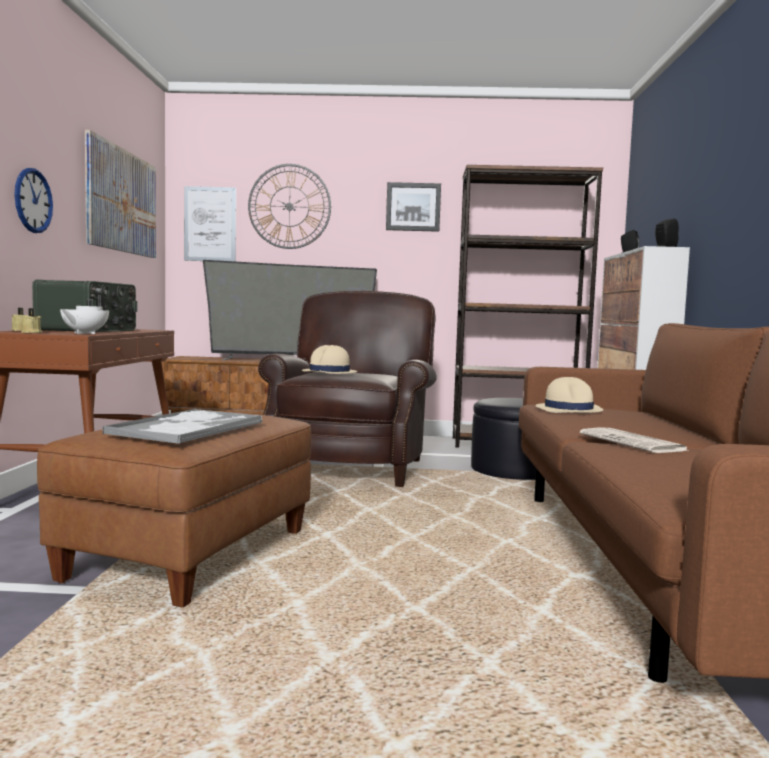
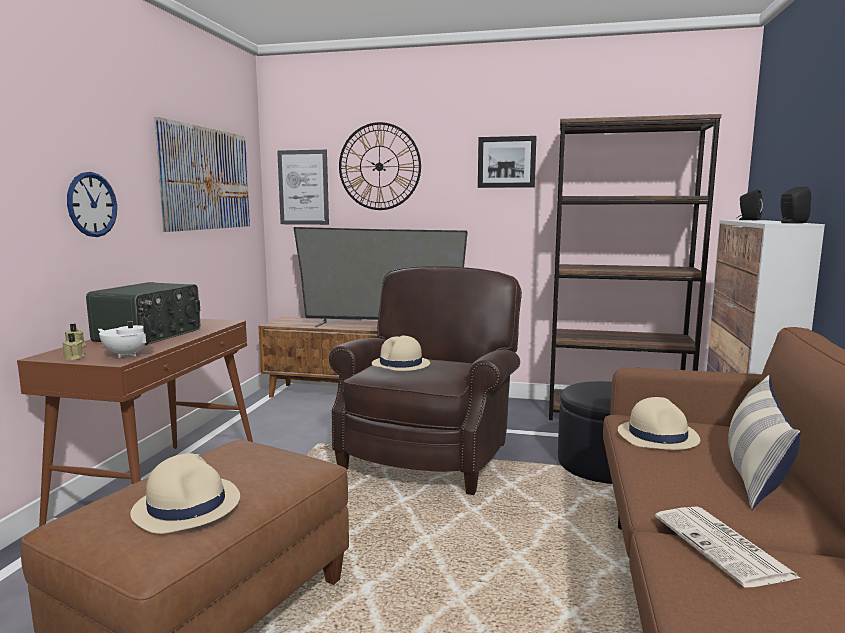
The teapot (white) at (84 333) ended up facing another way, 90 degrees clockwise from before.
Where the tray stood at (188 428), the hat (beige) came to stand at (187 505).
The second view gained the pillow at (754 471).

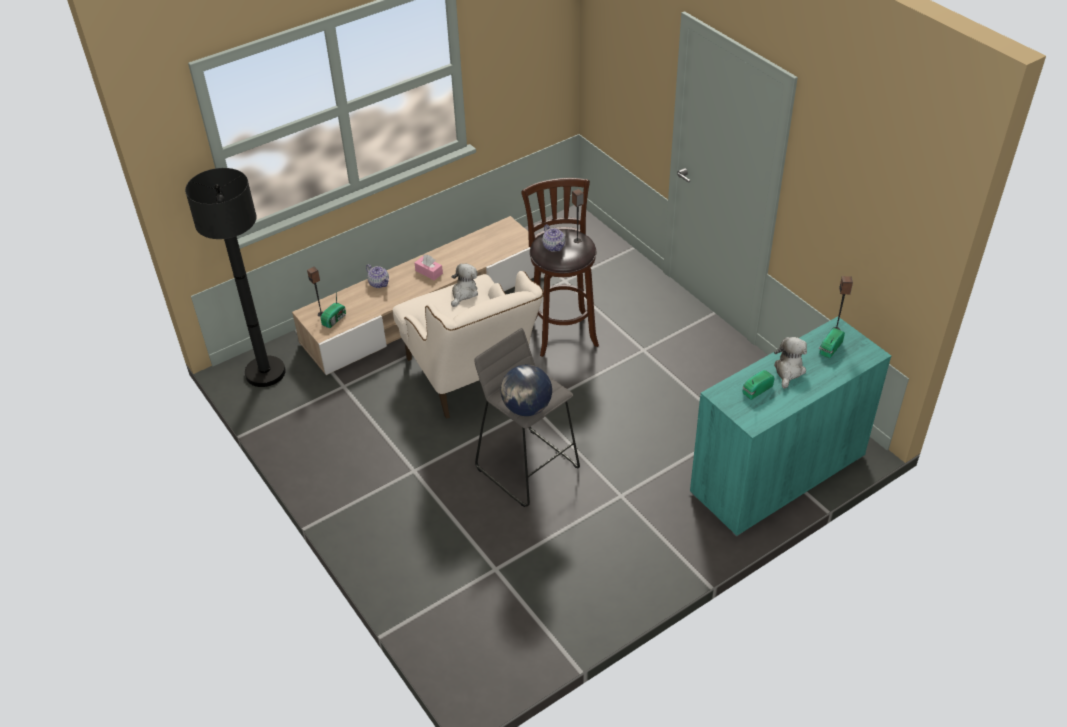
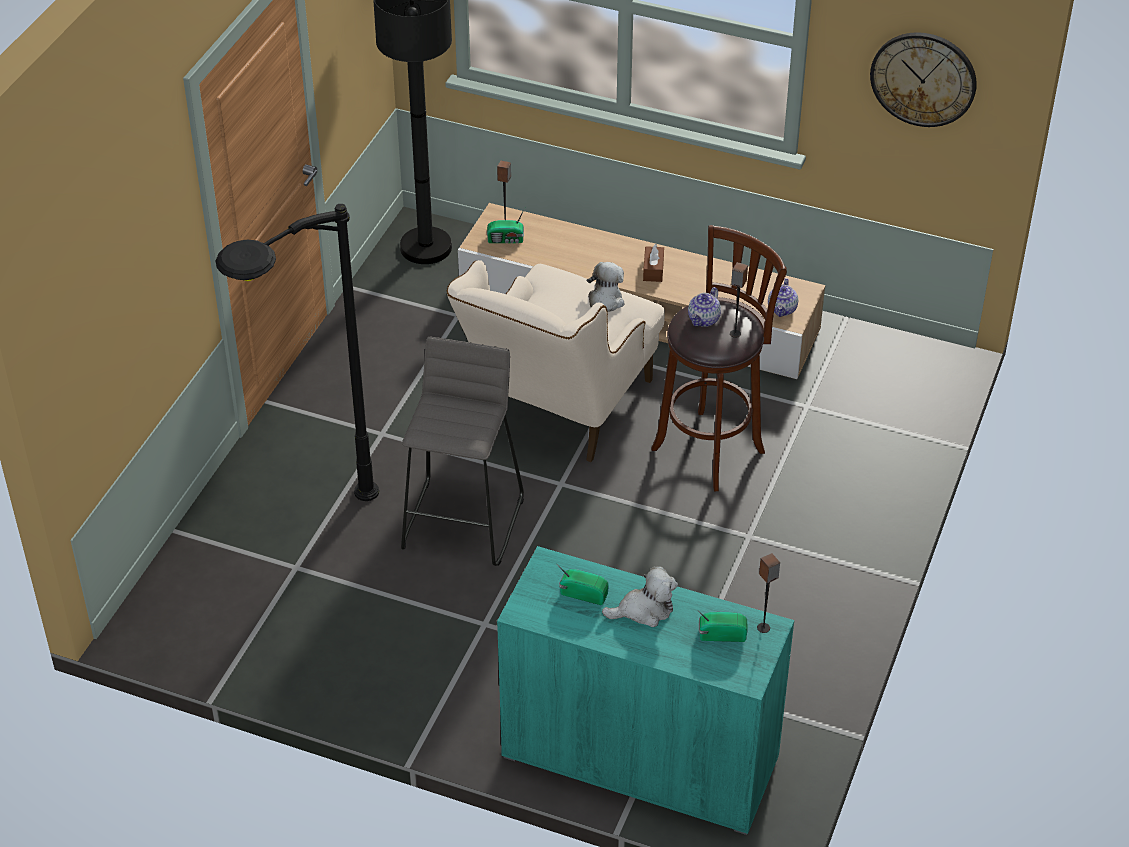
The second view gained the floor lamp (black) at (308 535).
The plush toy at (464 293) ended up facing another way, 60 degrees counterclockwise from before.
What was the tissue box (pink) at (429 272) turned into the tissue box (brown) at (653 270).
The teapot ended up elsewhere, having gone from (379 283) to (782 309).
The second view gained the wall clock at (923 78).
The second view lost the globe at (526 408).

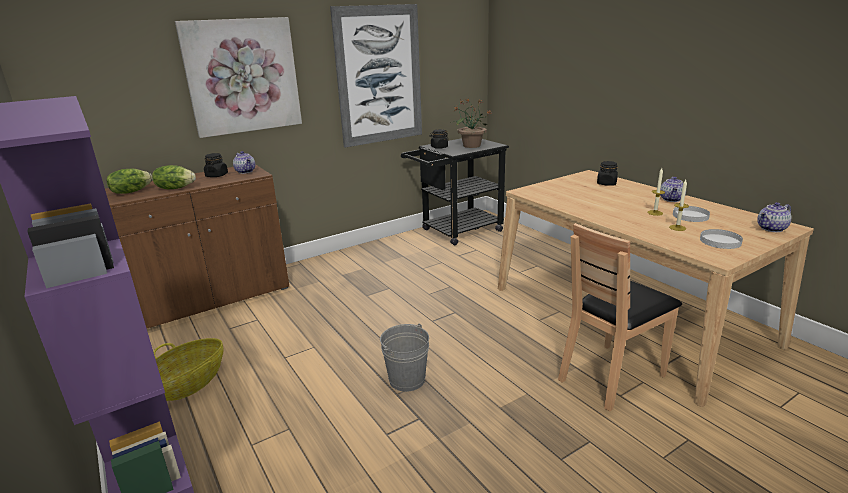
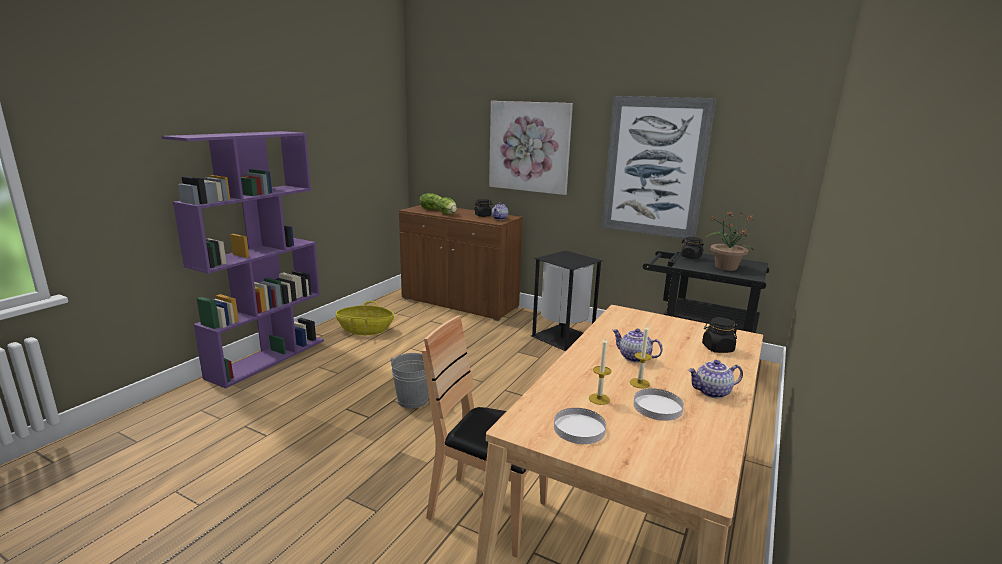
The second view gained the trash can (black) at (564 337).
The teapot ended up elsewhere, having gone from (772 229) to (634 358).

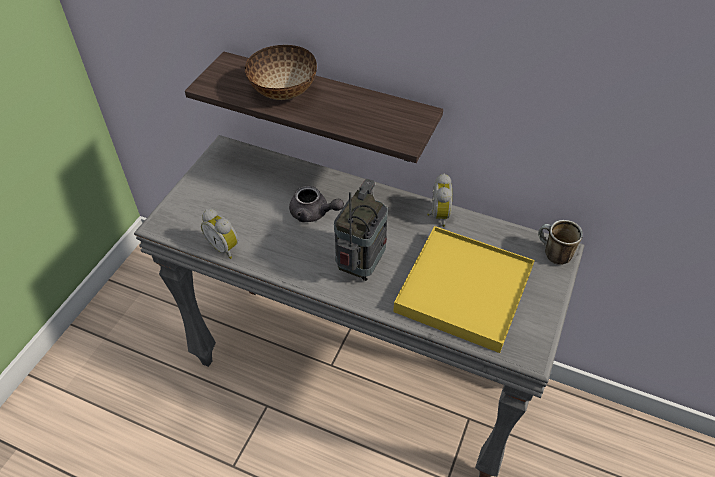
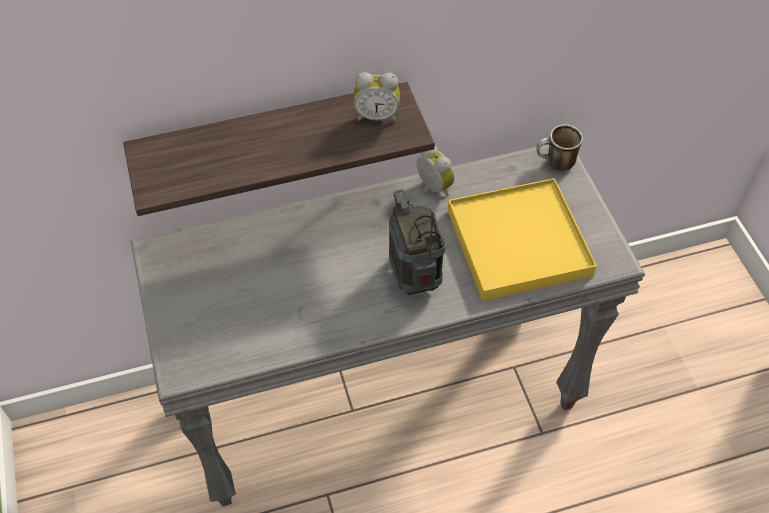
The alarm clock ended up elsewhere, having gone from (225 247) to (377 116).
The second view lost the bowl at (282 92).
The second view lost the teapot (grey) at (314 213).

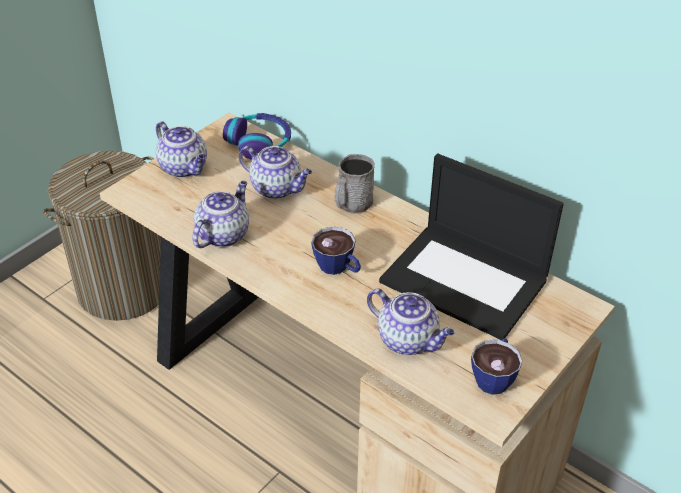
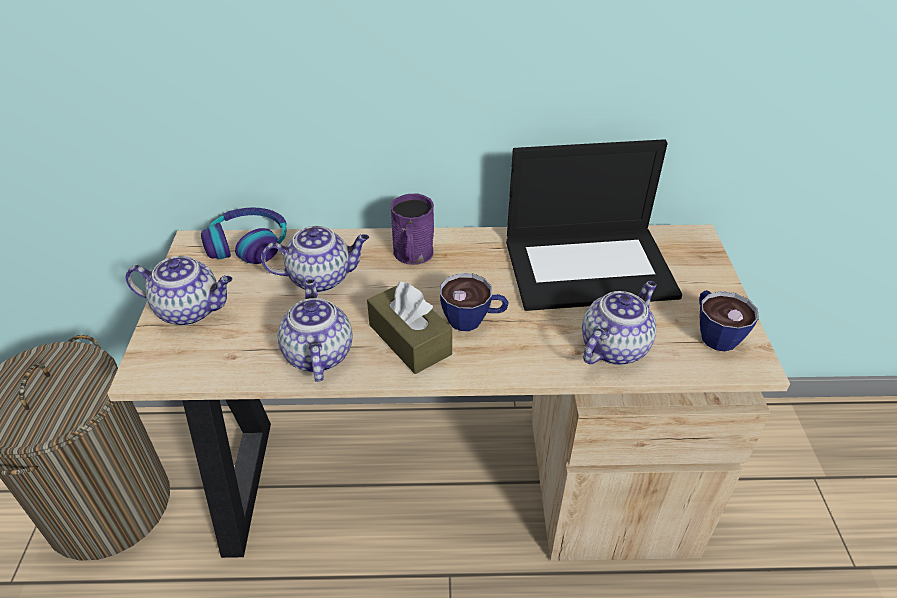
The second view gained the tissue box (brown) at (410 339).
What was the mug (grey) at (351 205) turned into the mug (purple) at (413 255).
The teapot at (409 340) ended up facing another way, 45 degrees counterclockwise from before.

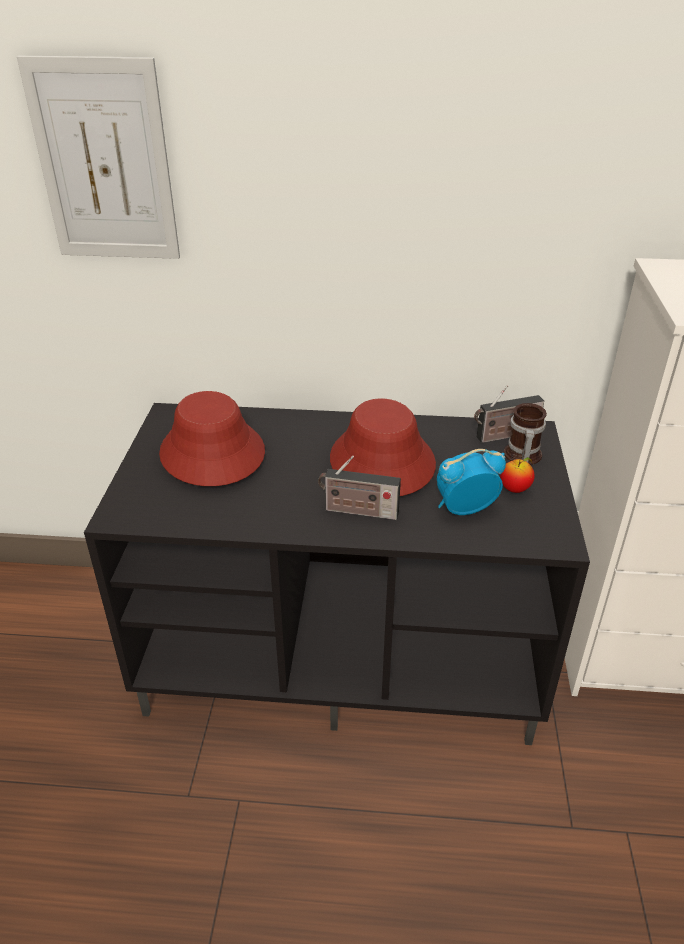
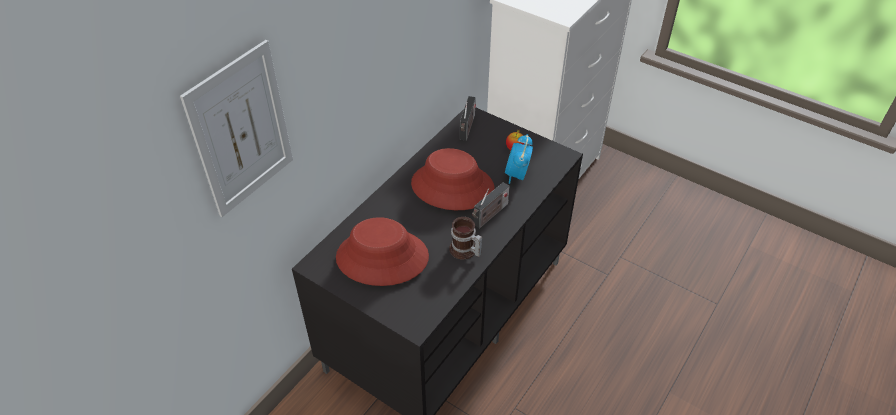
The mug ended up elsewhere, having gone from (521 456) to (464 251).

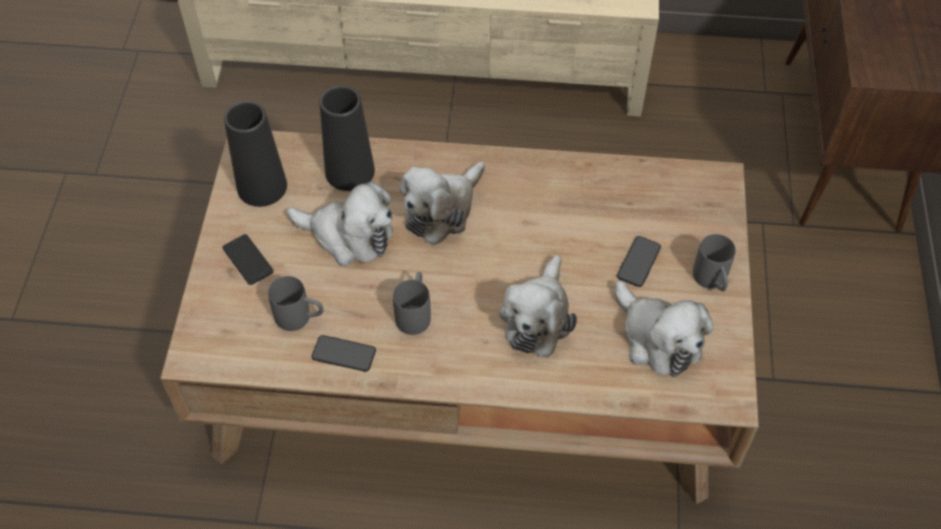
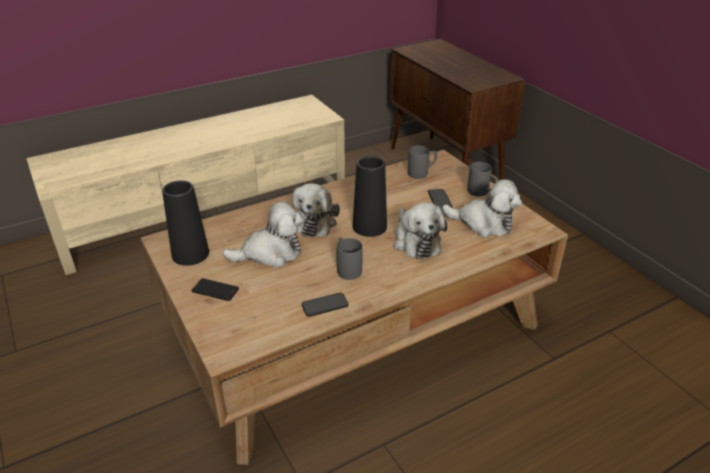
The vase (black) ended up elsewhere, having gone from (350 171) to (369 226).
The mug (grey) ended up elsewhere, having gone from (300 318) to (422 173).

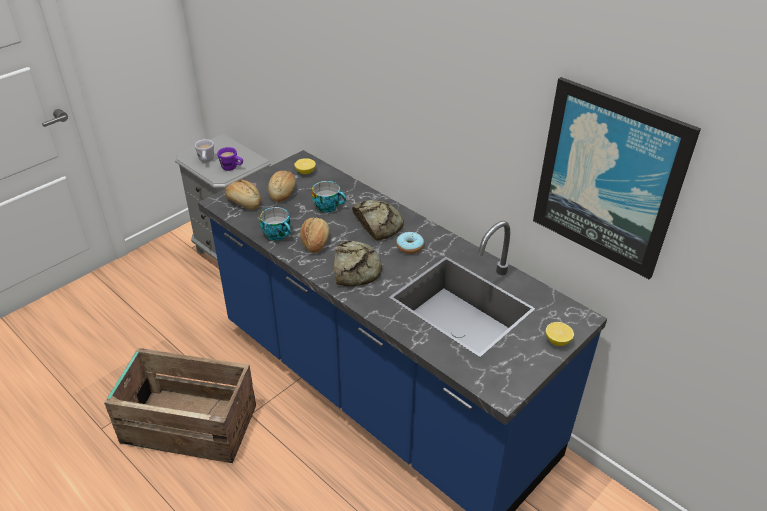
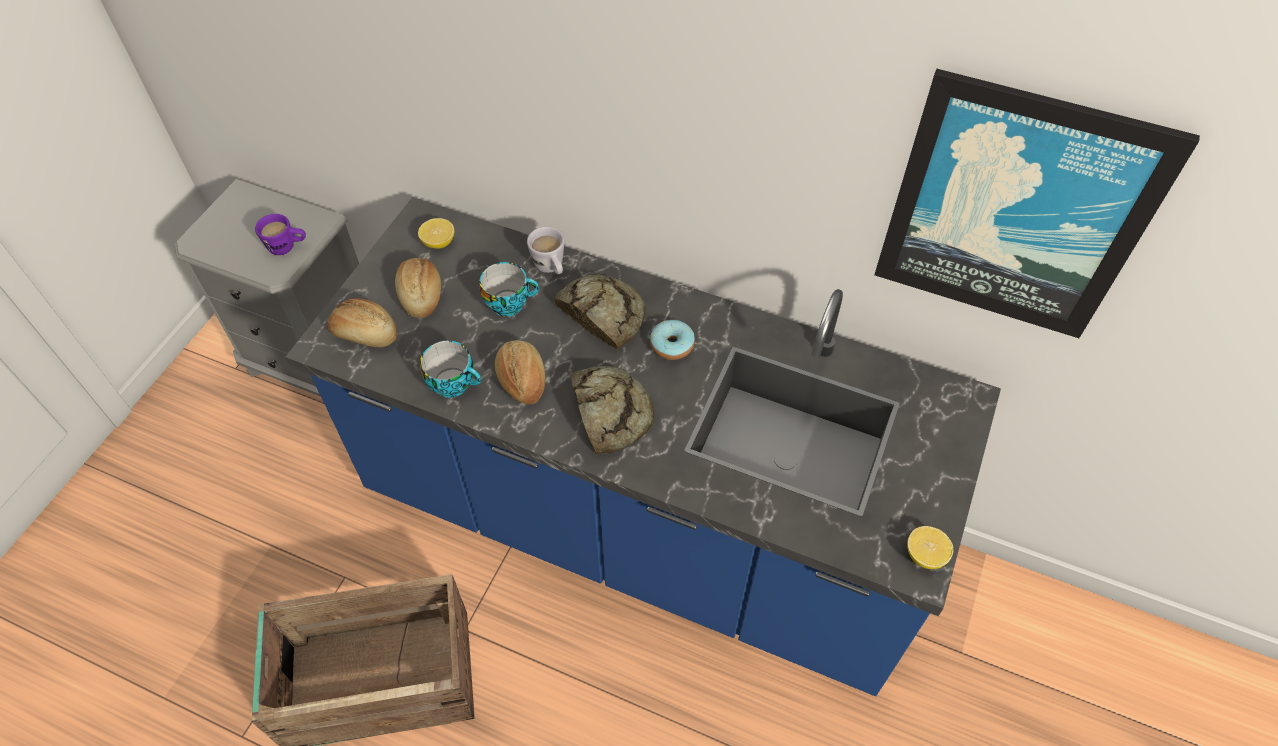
The mug (white) ended up elsewhere, having gone from (206 161) to (551 268).
The lemon ended up elsewhere, having gone from (557 341) to (925 555).

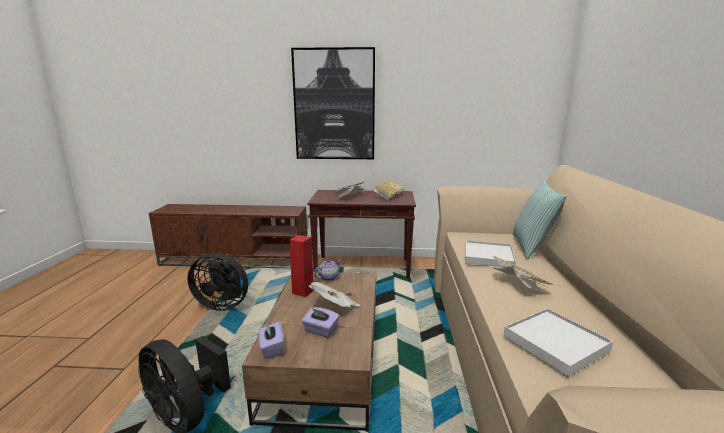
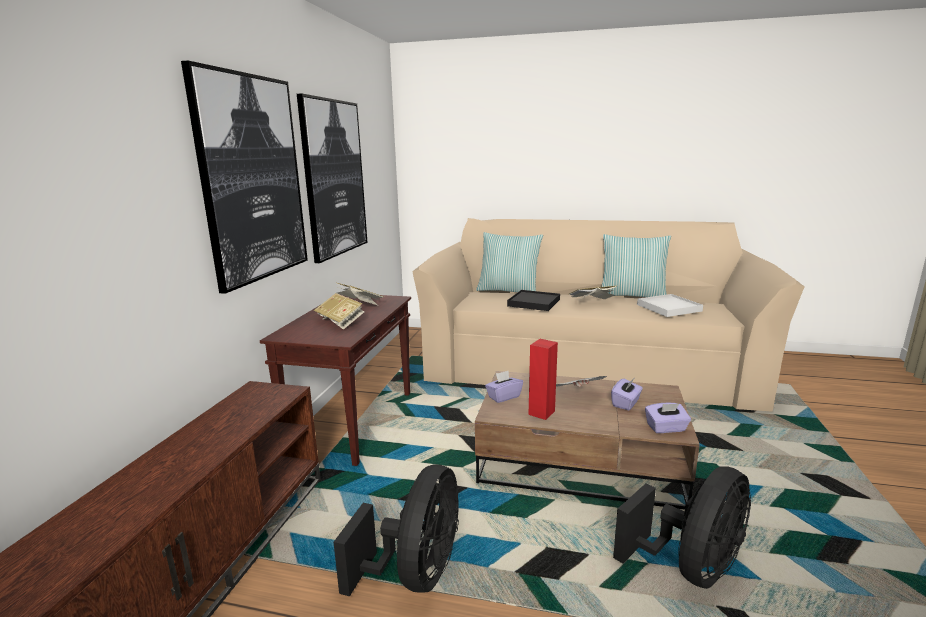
The second view gained the picture at (334 178).
Where the teapot stood at (328 278), the tissue box (purple) came to stand at (503 397).
What was the tray (white) at (488 256) turned into the tray (black) at (533 303).
The second view gained the pillow at (632 295).

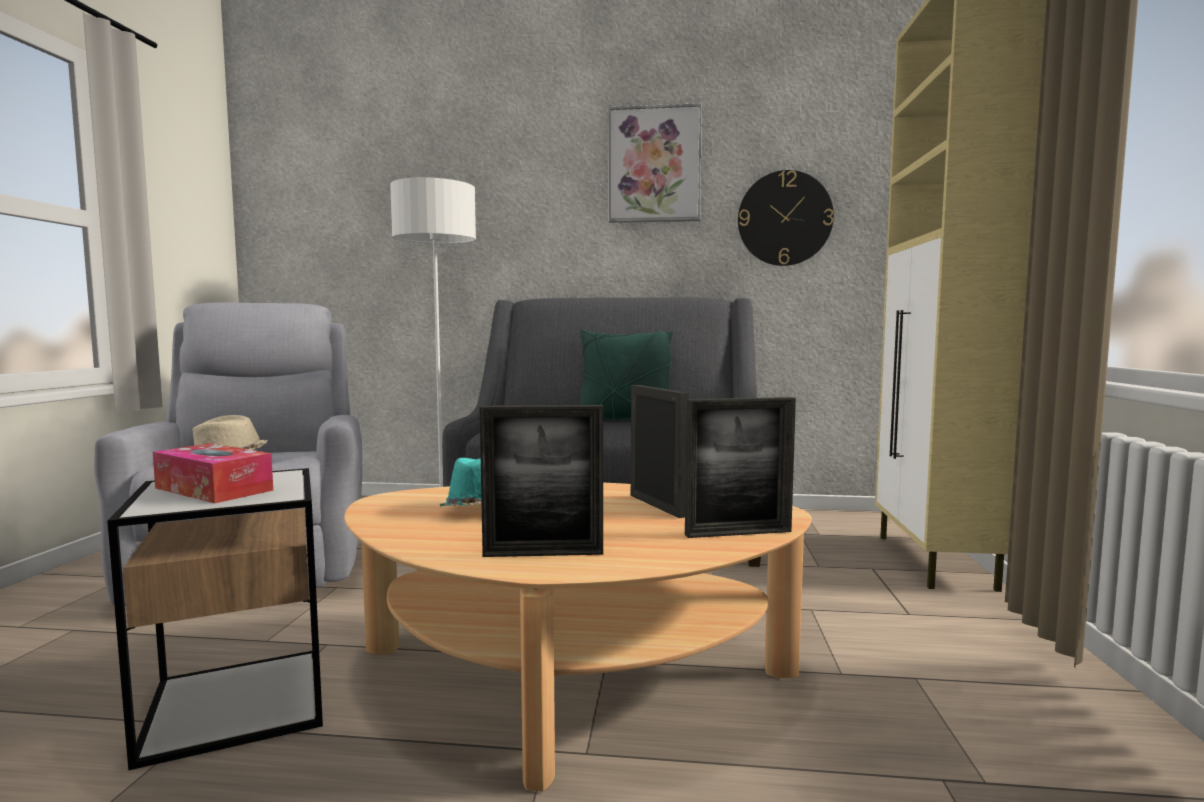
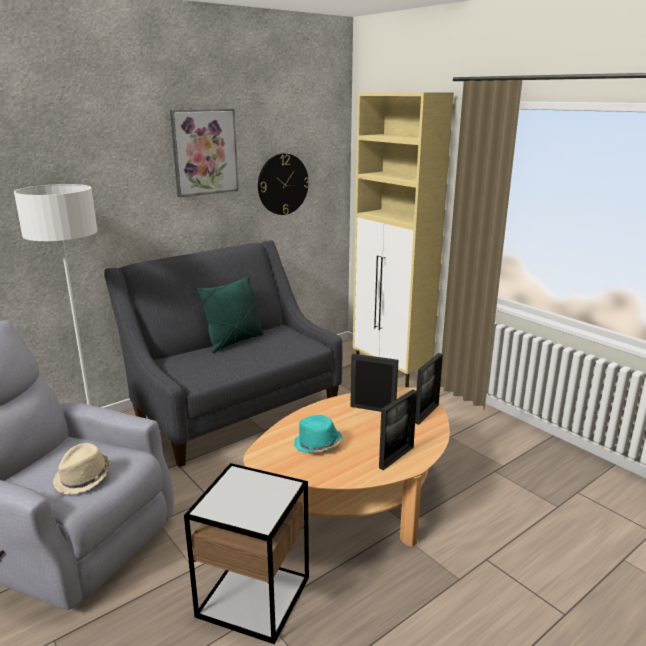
The second view lost the tissue box at (213 489).

